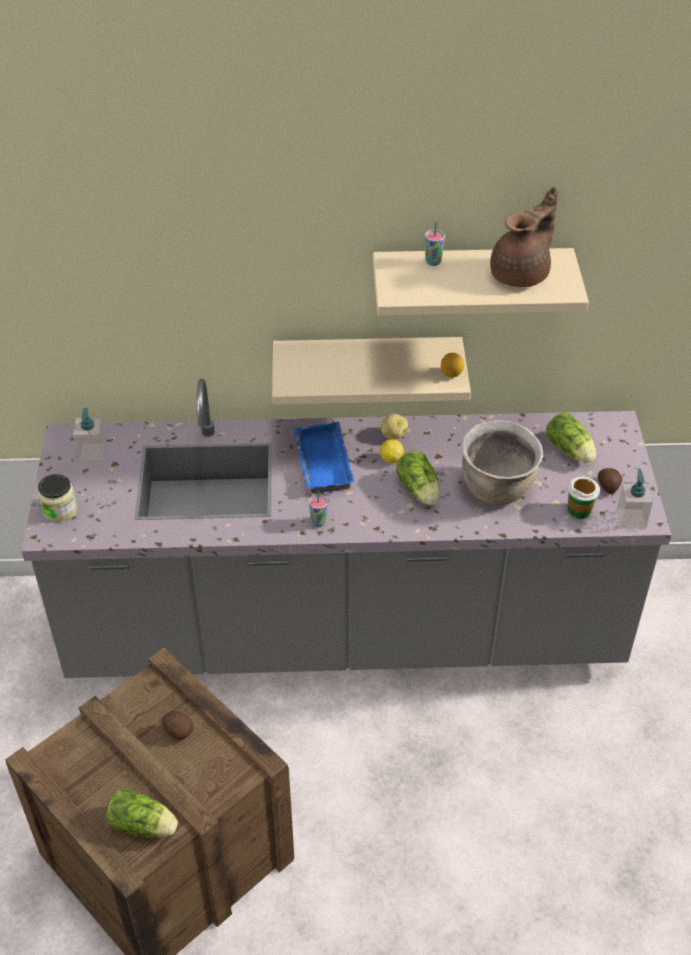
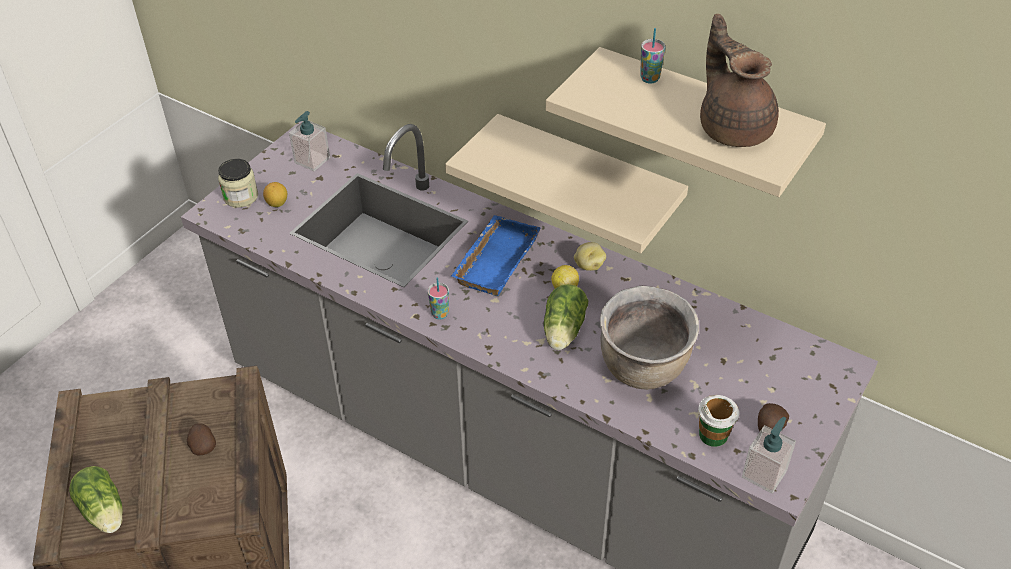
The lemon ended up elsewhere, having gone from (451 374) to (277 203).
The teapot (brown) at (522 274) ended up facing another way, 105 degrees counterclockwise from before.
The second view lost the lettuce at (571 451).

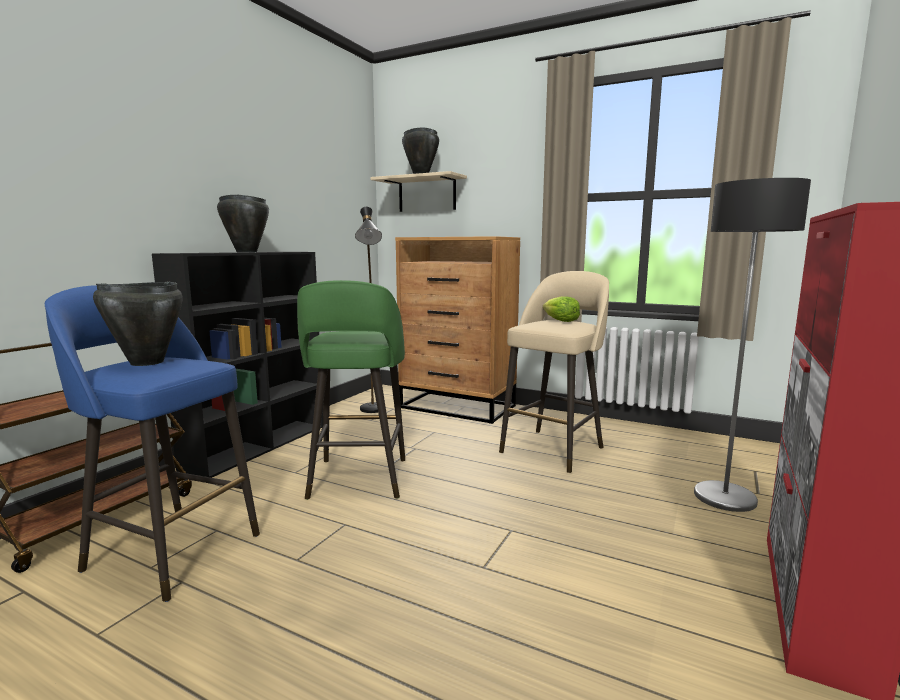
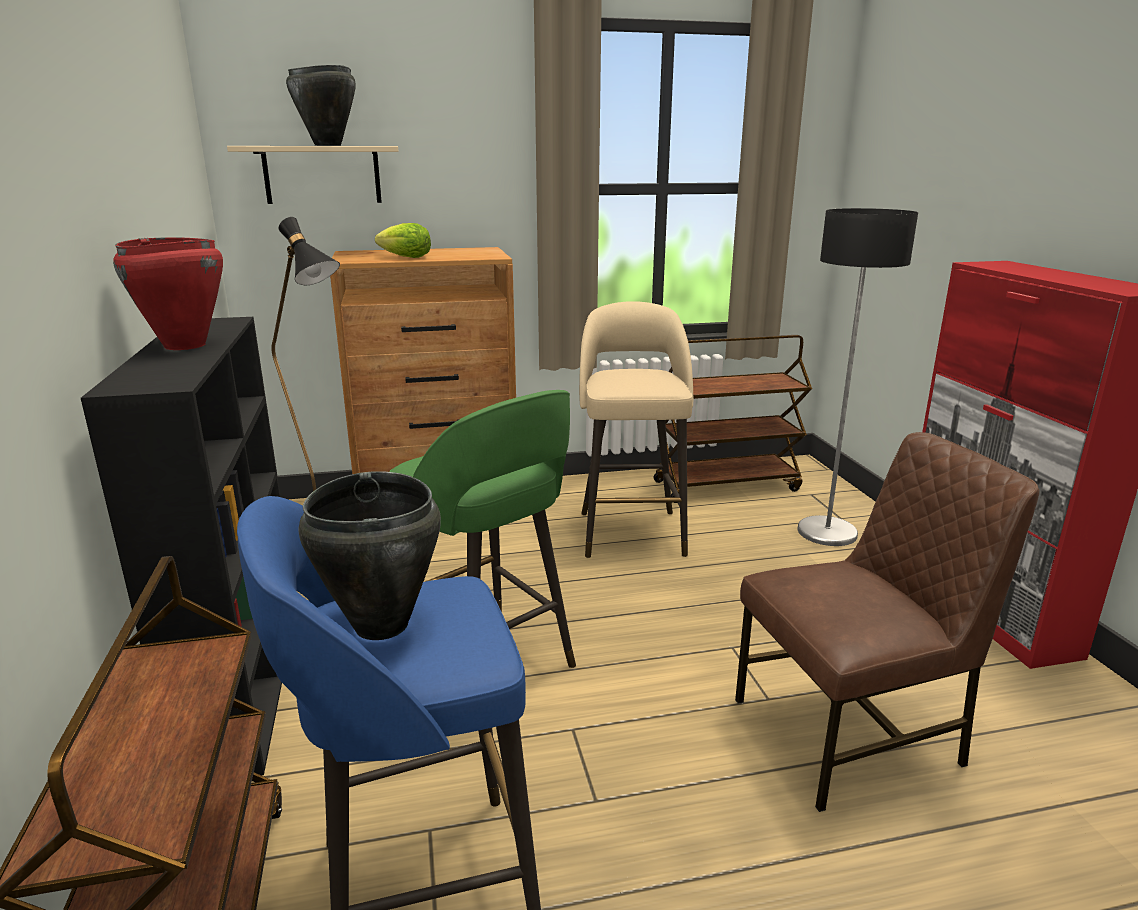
What was the cooking pot (black) at (246 252) turned into the cooking pot (red) at (184 346).
The lettuce ended up elsewhere, having gone from (560 321) to (406 257).
The second view gained the cart (brown) at (727 485).
The second view gained the chair (brown) at (851 733).

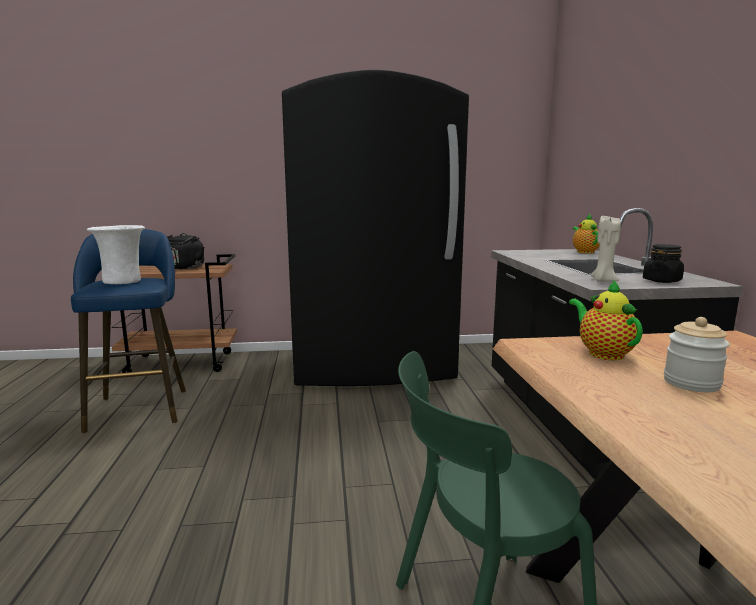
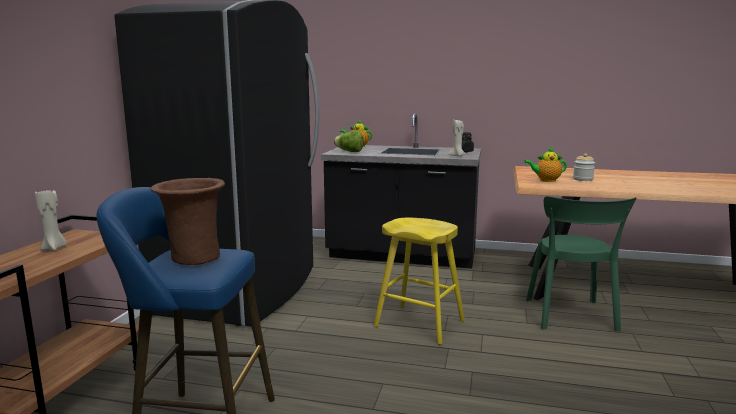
Where the kettle (black) stood at (184 268), the candle (beige) came to stand at (54 248).
What was the vase (white) at (122 281) turned into the vase (brown) at (193 258).
The second view gained the lettuce at (349 151).
The second view gained the stool (yellow) at (419 324).

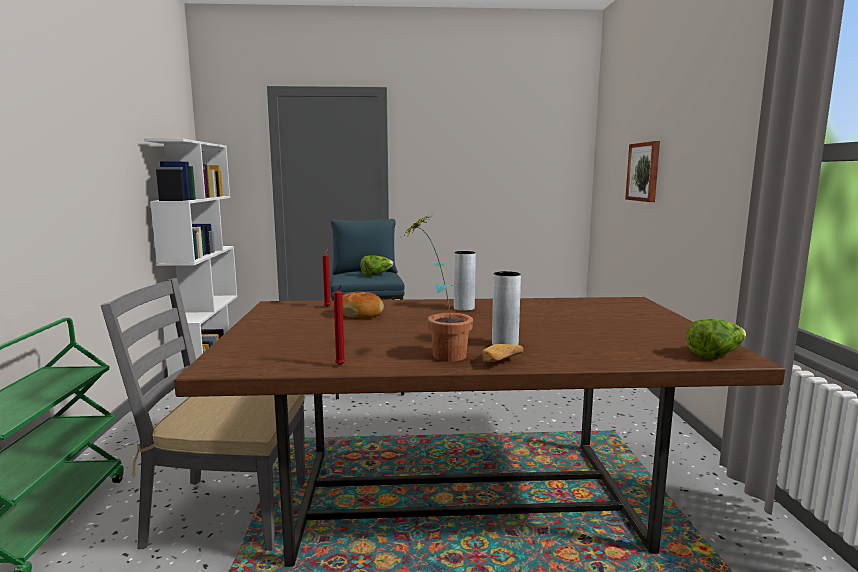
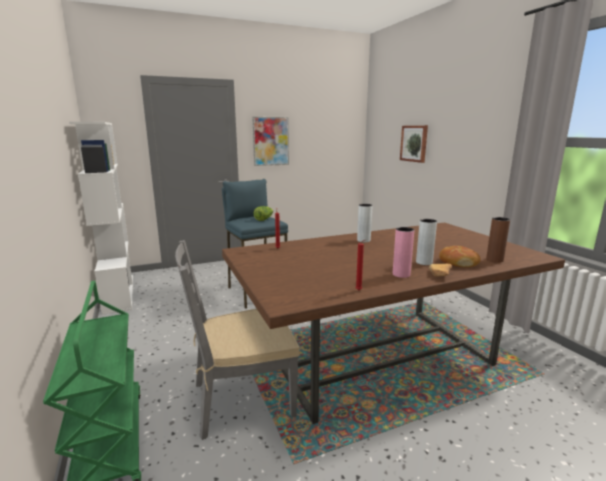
The second view gained the picture at (270 141).
Where the potted plant stood at (439 354), the vase (pink) came to stand at (401 274).
The bread ended up elsewhere, having gone from (359 314) to (457 262).
The second view gained the vase (brown) at (494 260).
The second view lost the lettuce at (715 354).

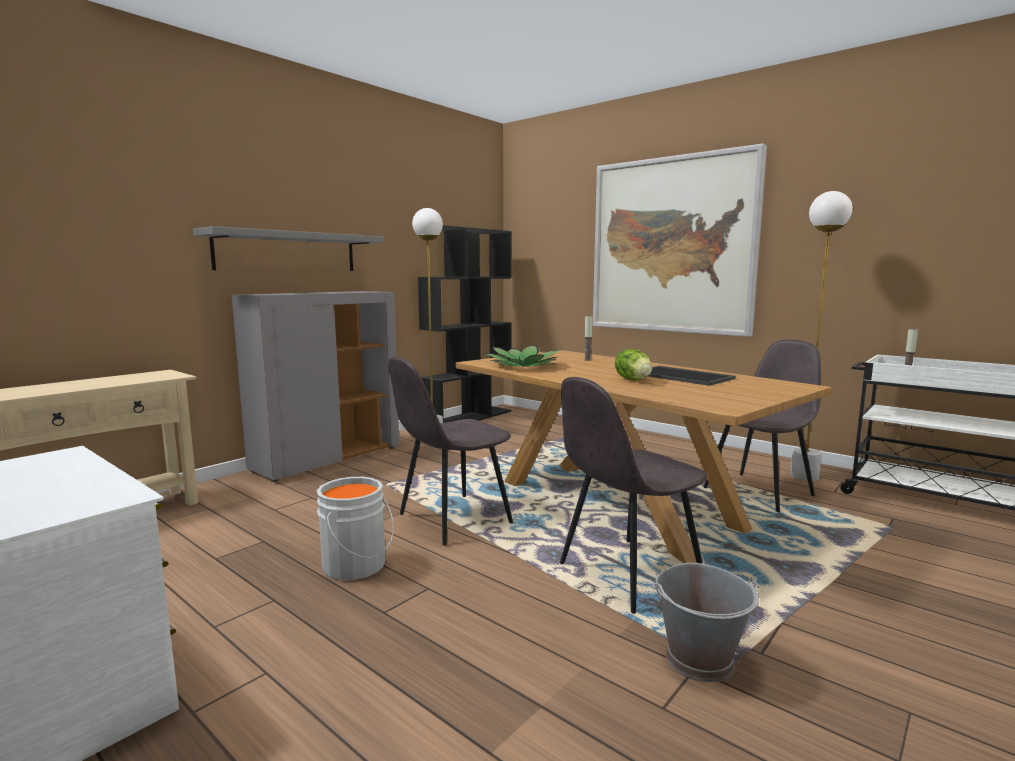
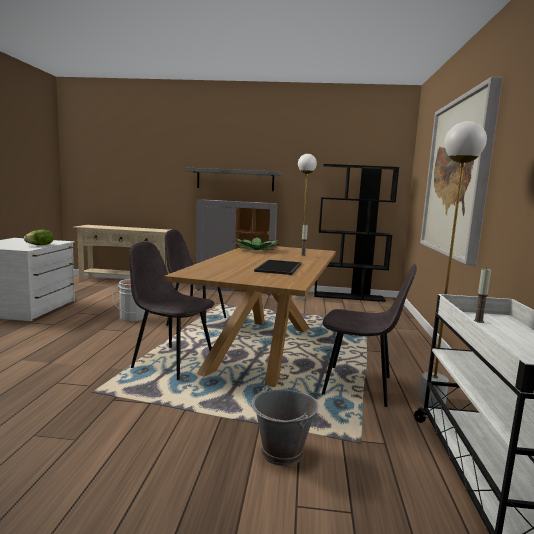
The lettuce ended up elsewhere, having gone from (633 380) to (40 245).
The bucket (grey) ended up elsewhere, having gone from (700 660) to (282 452).

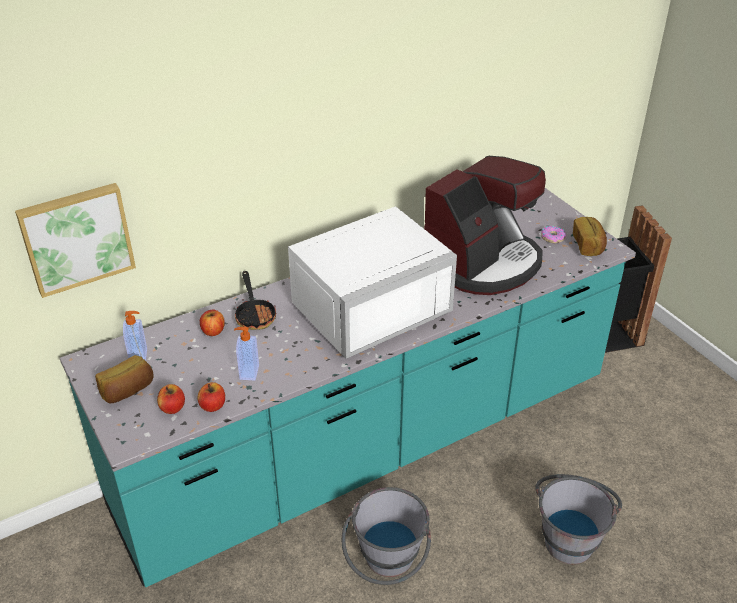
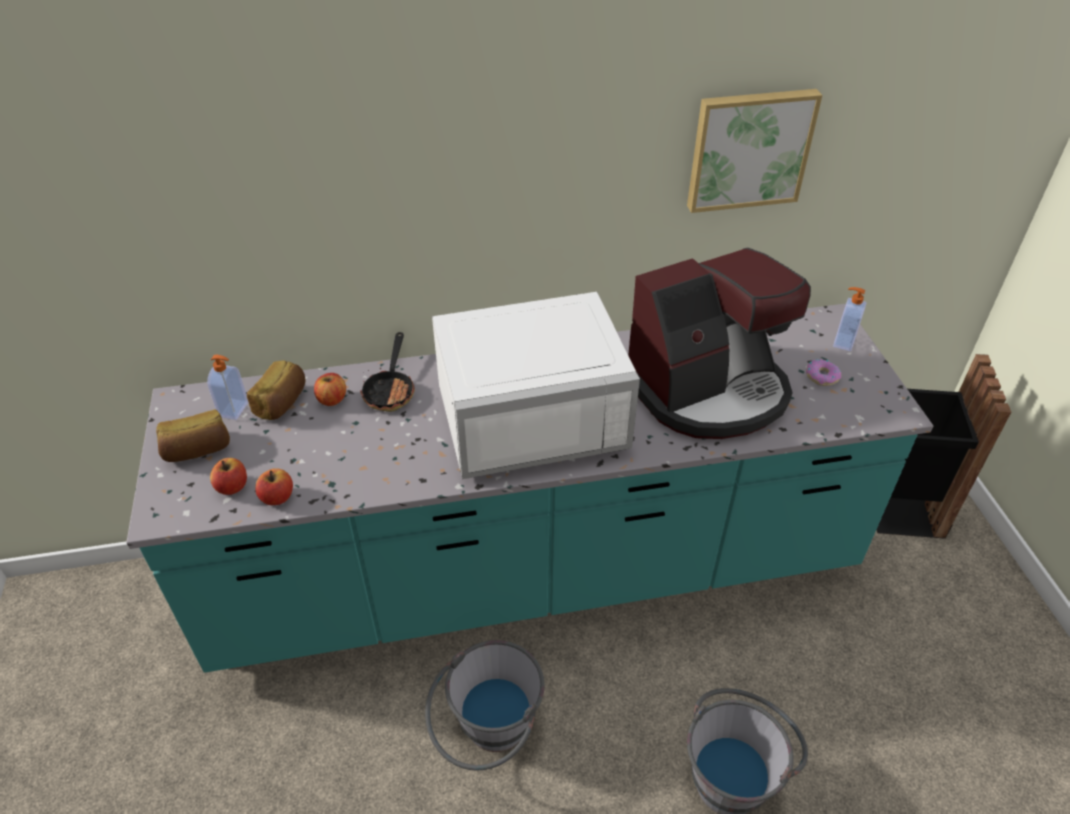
The bread ended up elsewhere, having gone from (588 245) to (282 402).
The picture ended up elsewhere, having gone from (76 237) to (749 149).
The soap dispenser ended up elsewhere, having gone from (248 372) to (842 341).

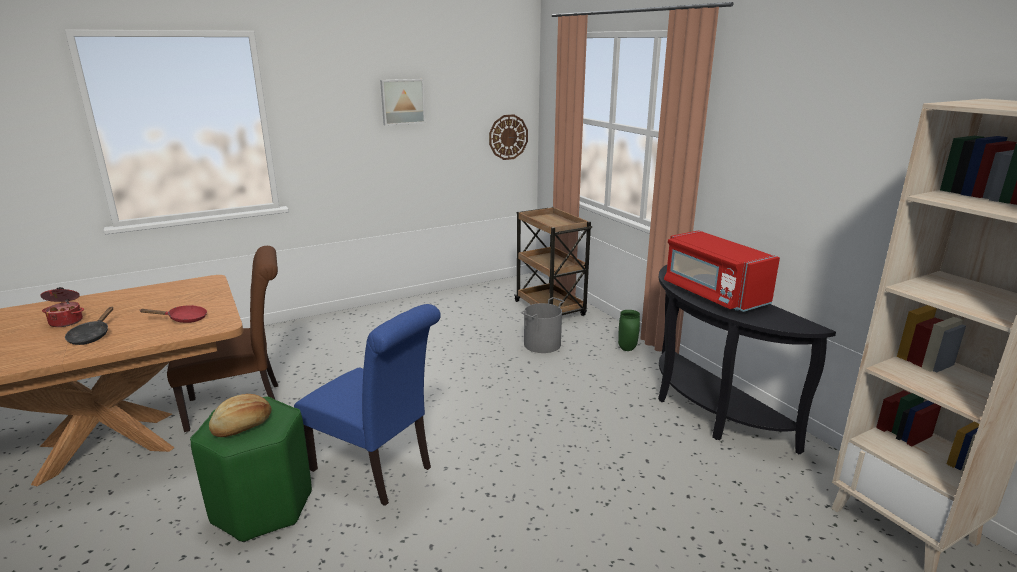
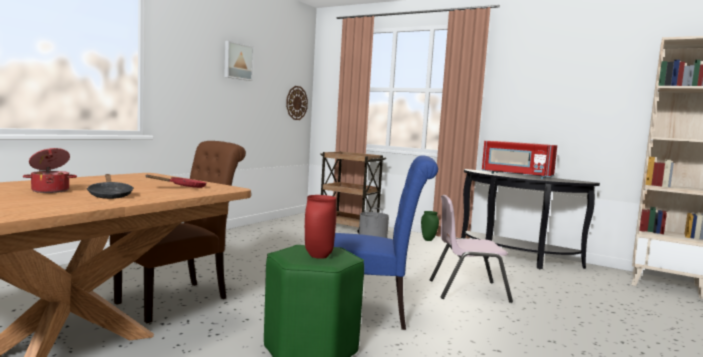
Where the bread stood at (243 426), the vase (red) came to stand at (318 256).
The second view gained the chair (pink) at (467 290).

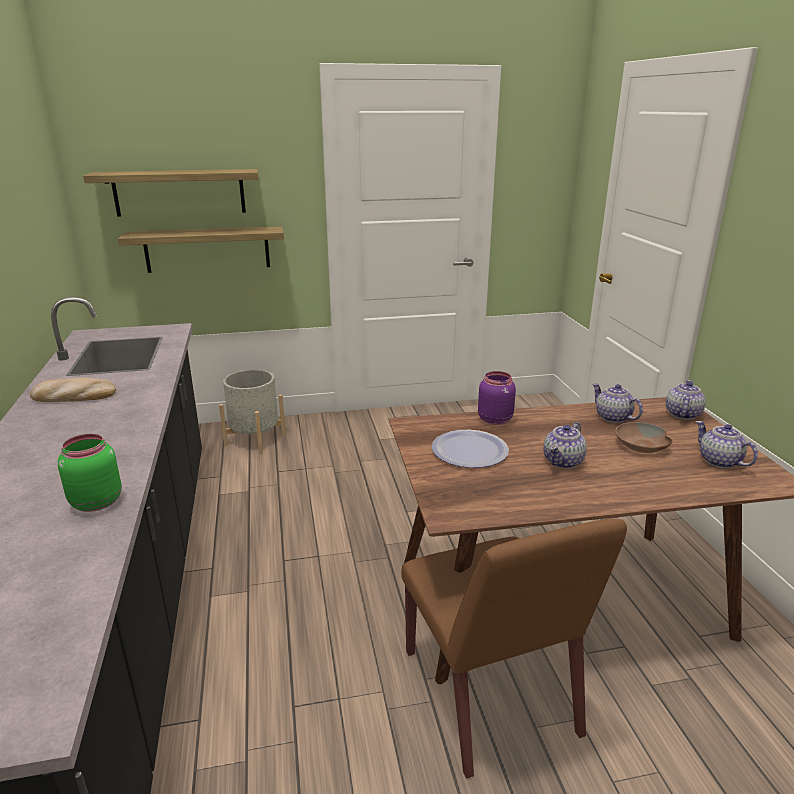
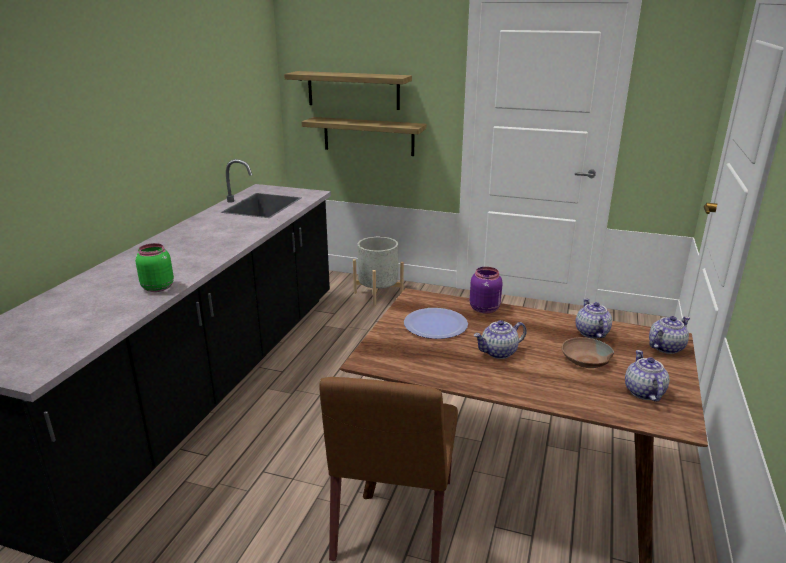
The second view lost the bread at (74 396).

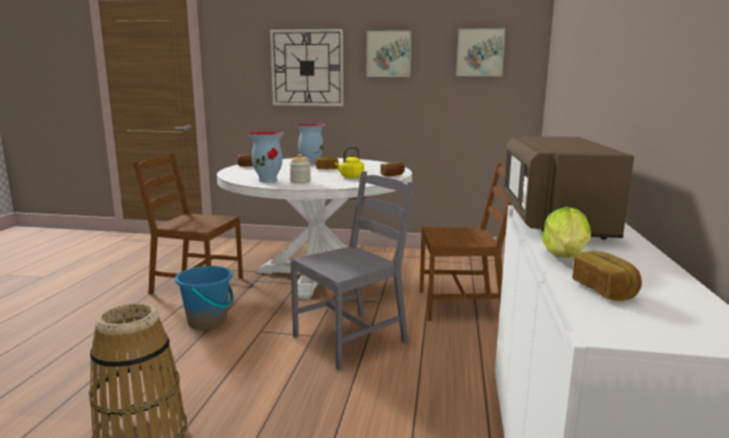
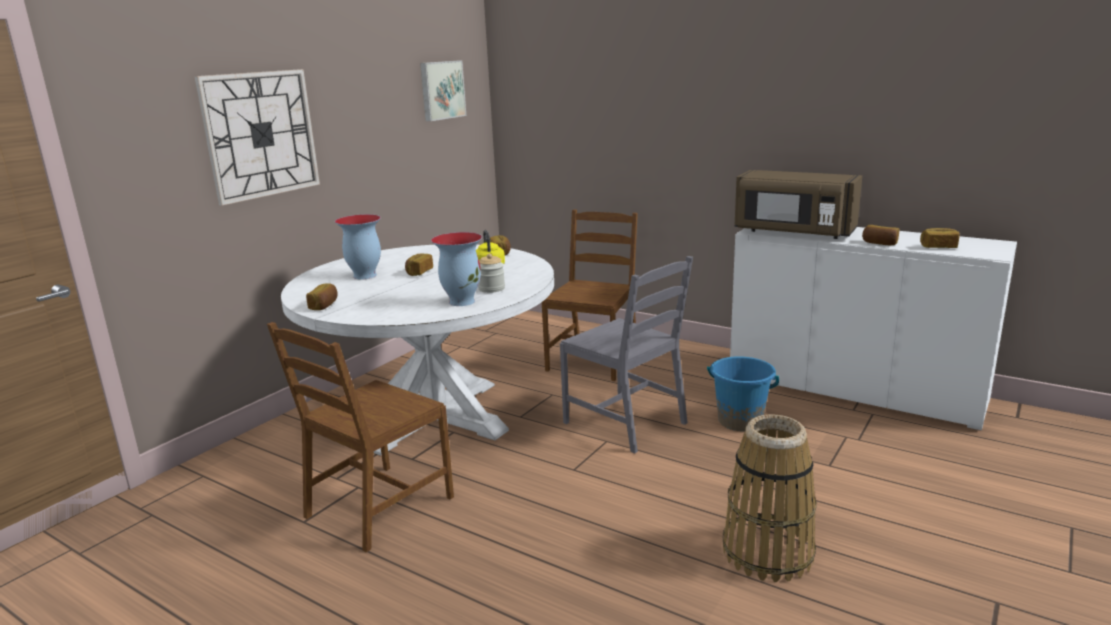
The chair (grey) at (351 338) ended up facing another way, 150 degrees clockwise from before.
The bucket (blue) ended up elsewhere, having gone from (208 322) to (740 421).
Where the lettuce stood at (565 257), the bread came to stand at (880 243).
The second view lost the picture at (389 54).

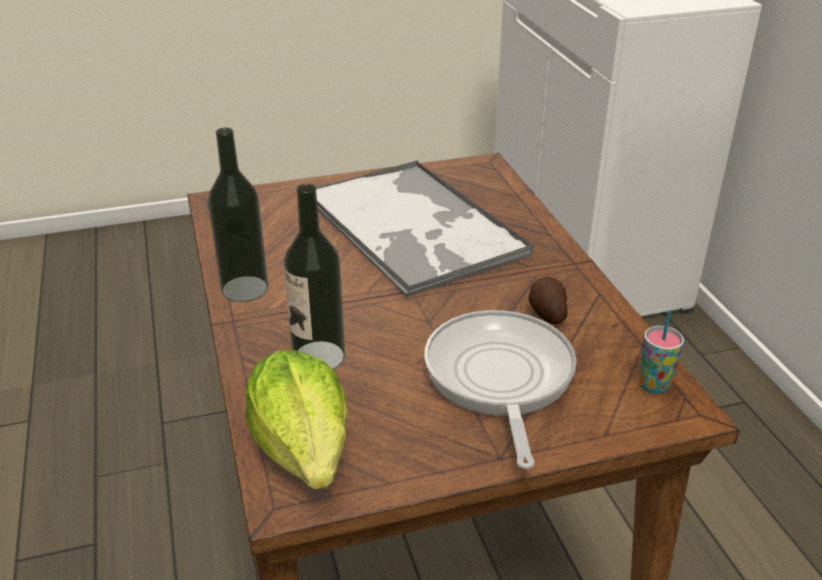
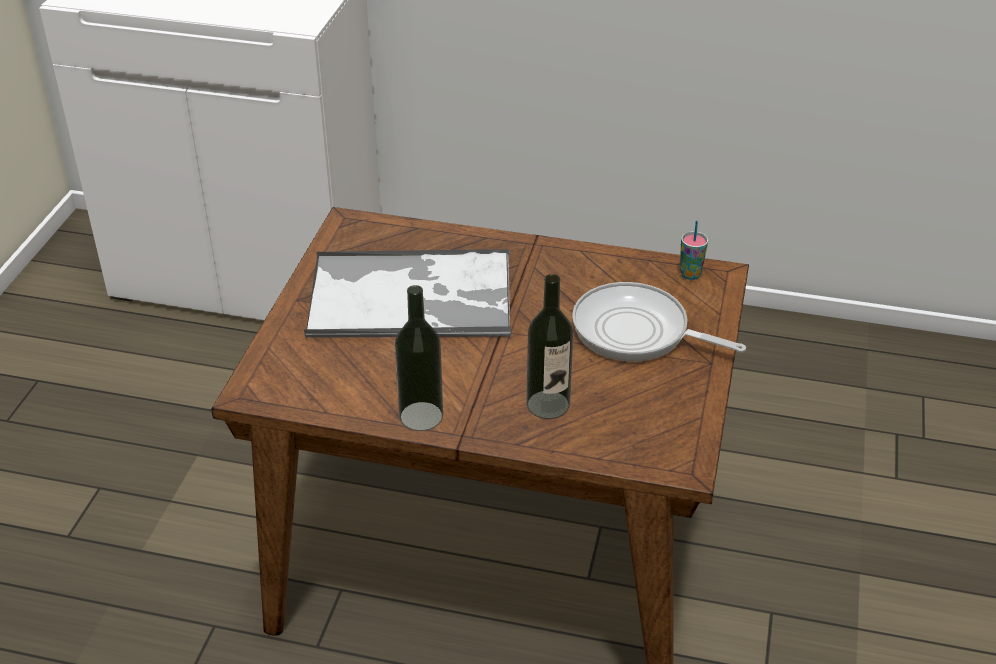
The second view lost the lettuce at (304 449).
The second view lost the potato at (546 313).

